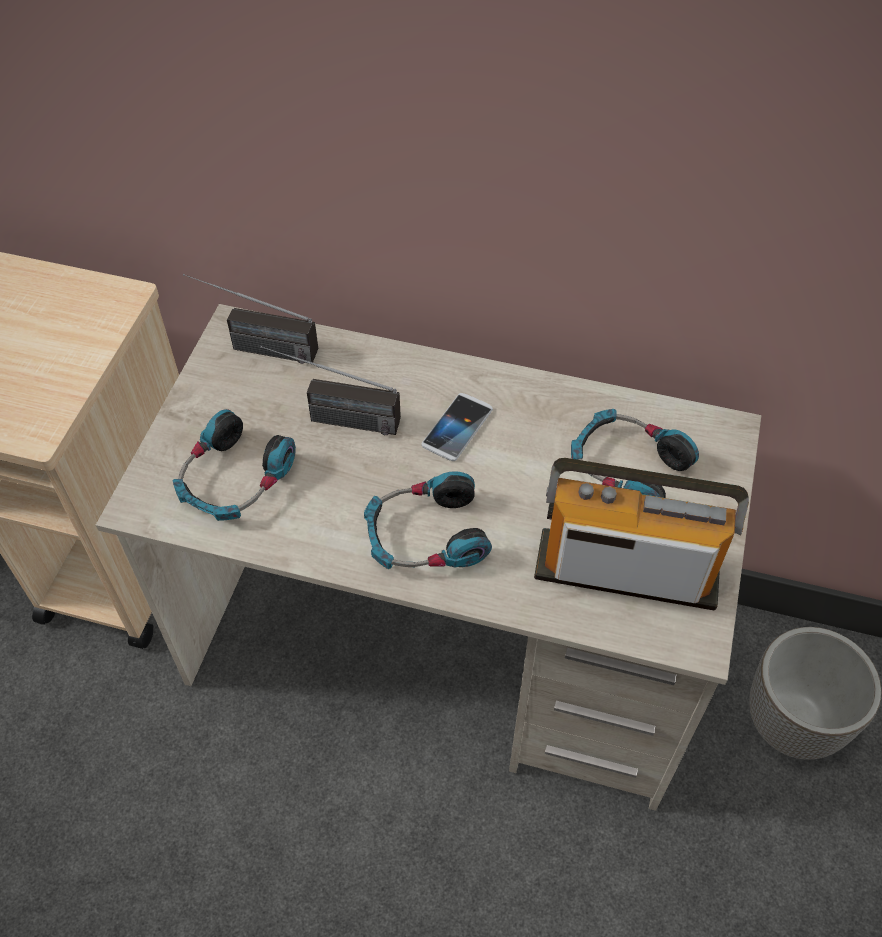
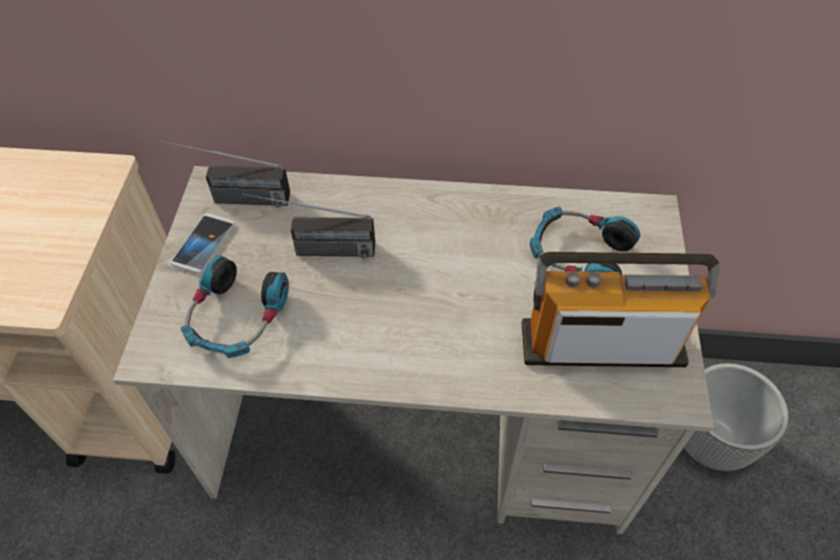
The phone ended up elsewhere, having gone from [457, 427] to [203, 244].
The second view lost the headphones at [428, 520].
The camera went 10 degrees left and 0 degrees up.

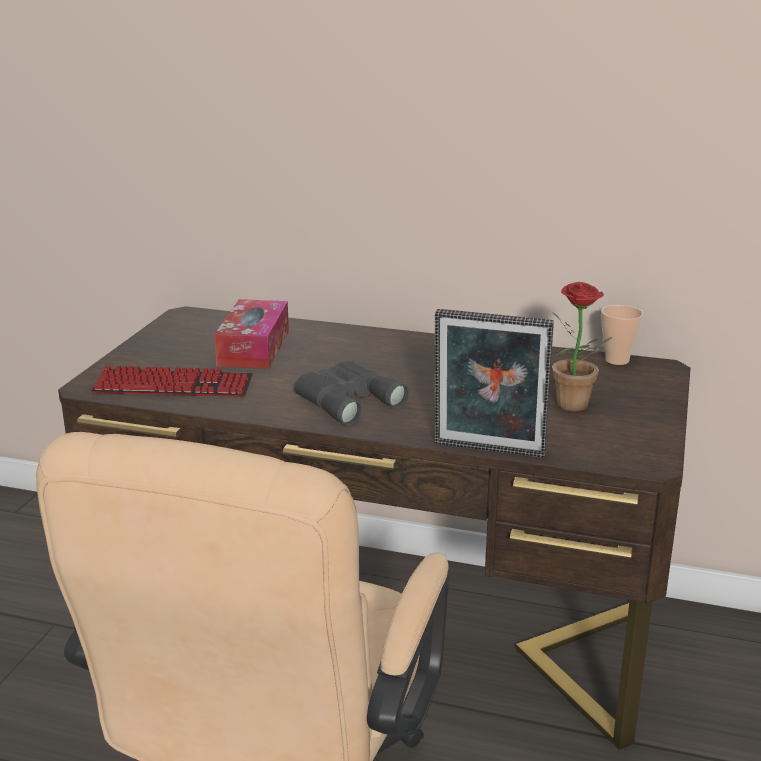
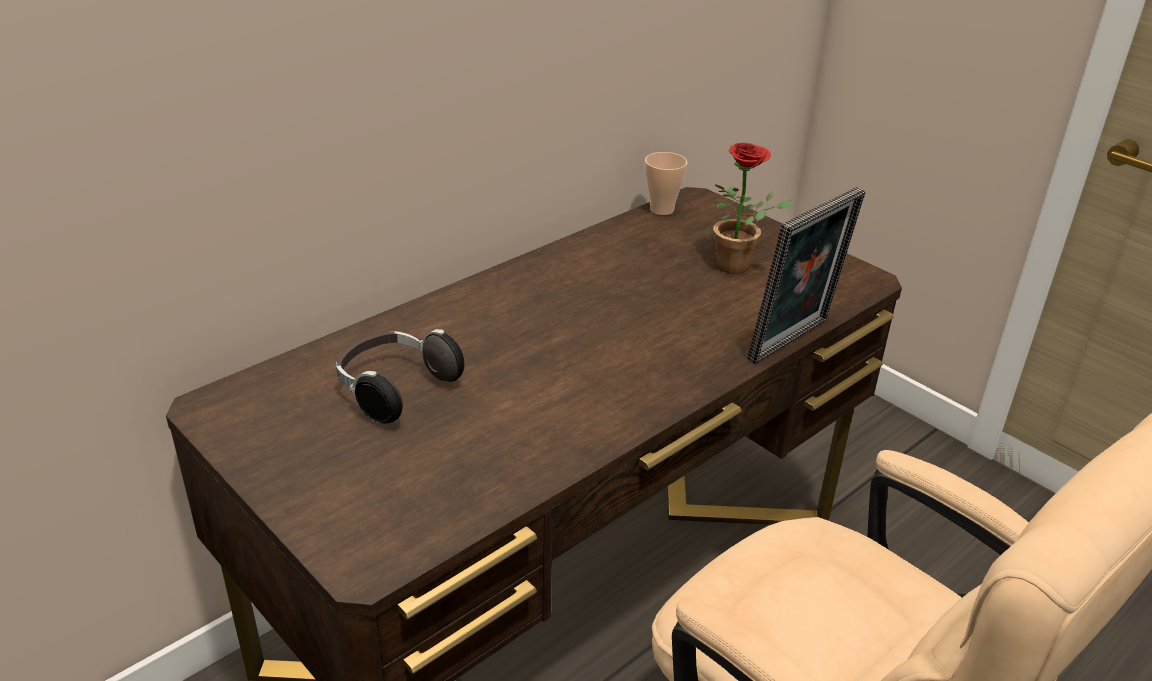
Where the tissue box stood at [251, 334], the headphones came to stand at [400, 376].
The second view lost the keyboard at [172, 381].
The second view lost the grey binoculars at [351, 393].
The camera went 60 degrees left and 10 degrees up.

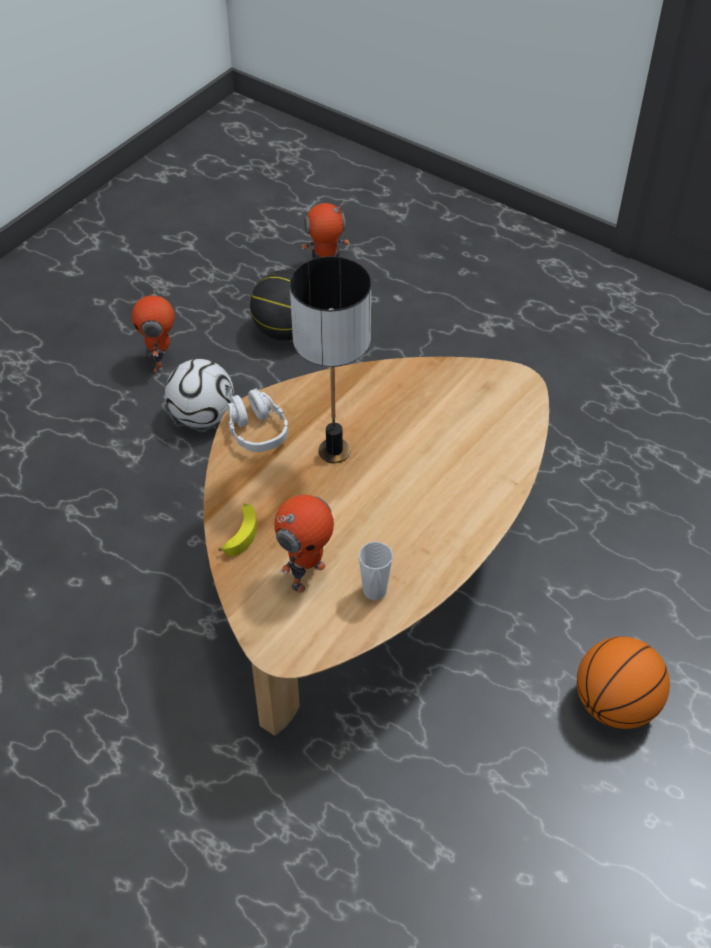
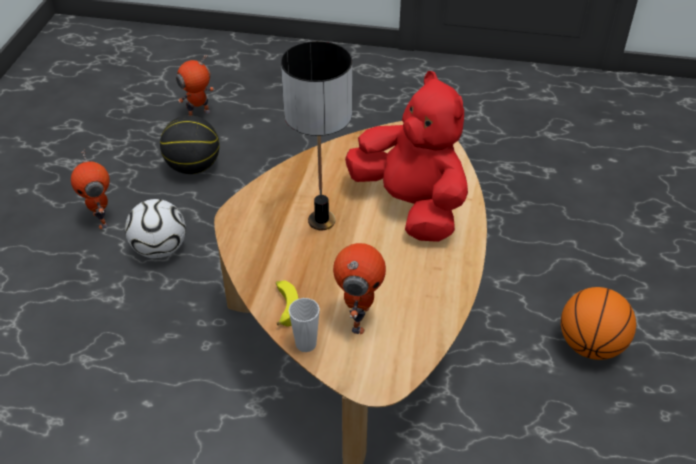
The cup ended up elsewhere, having gone from [376, 571] to [304, 325].
The second view gained the red plush toy at [406, 156].
The second view lost the grey headphones at [257, 420].
The camera went 25 degrees left and 5 degrees down.

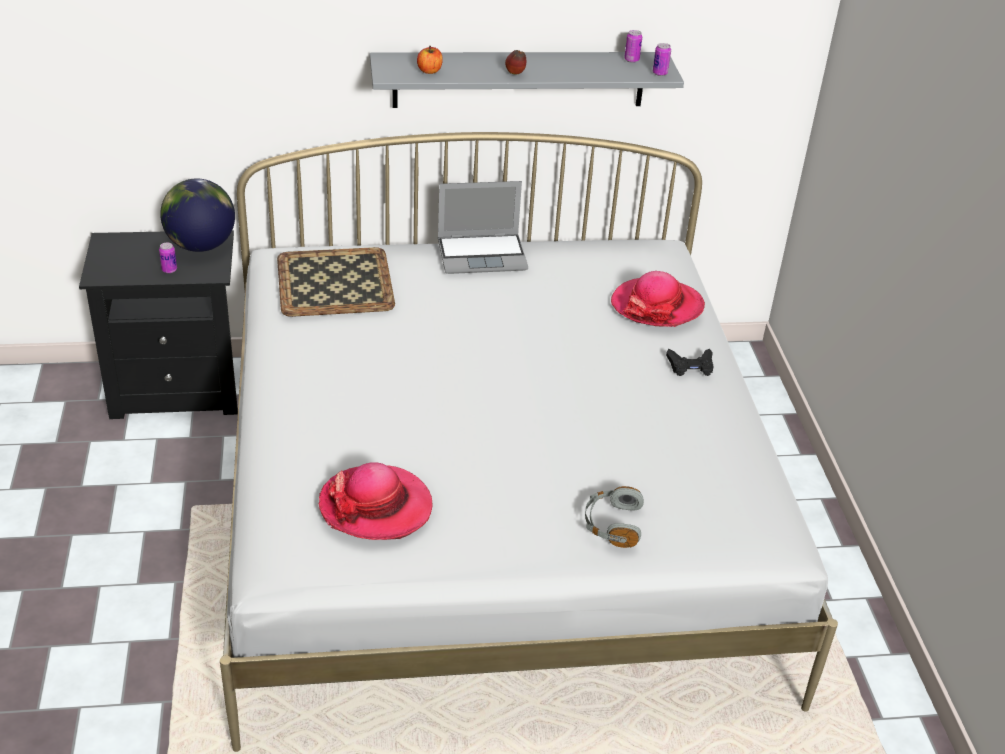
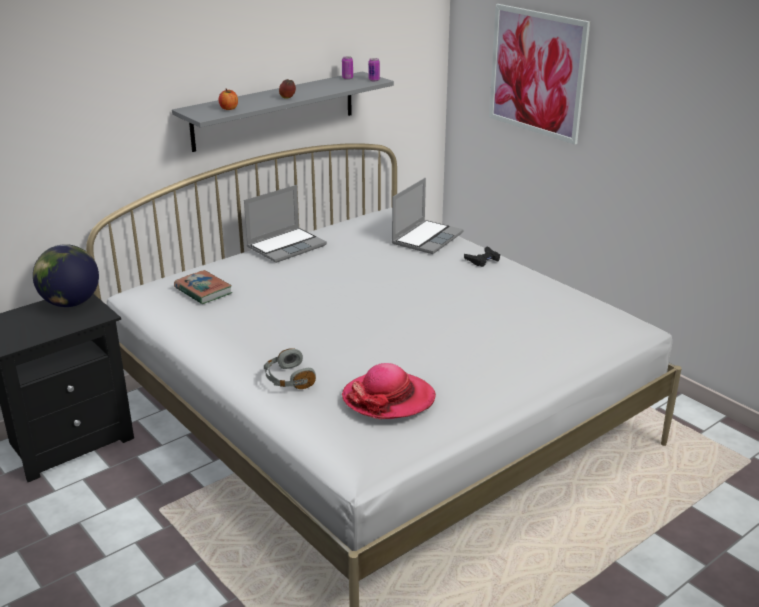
Where the tray stood at [336, 282], the book came to stand at [203, 287].
The grey headphones ended up elsewhere, having gone from [614, 517] to [290, 368].
Where the hat stood at [658, 299], the laptop came to stand at [428, 216].
The second view gained the picture at [539, 74].
The second view lost the can at [168, 257].
The camera went 30 degrees left and 10 degrees down.

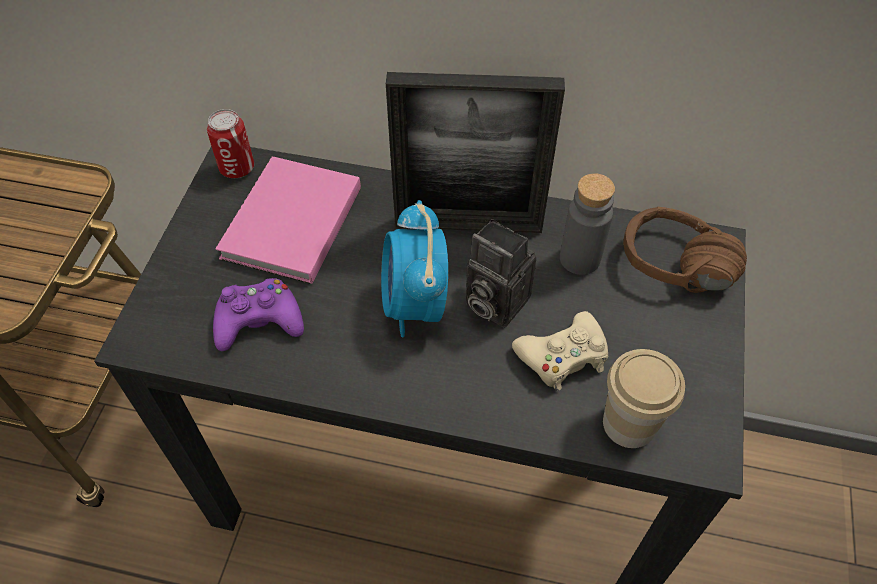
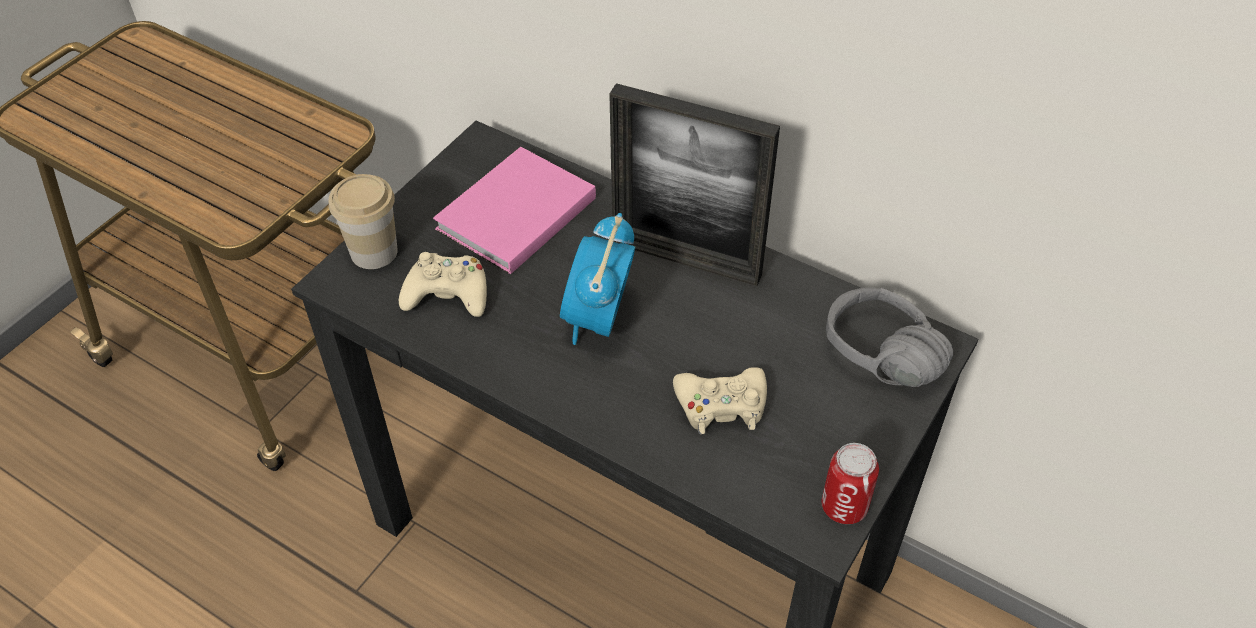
The cup ended up elsewhere, having gone from [644, 398] to [363, 221].
What was the purple game controller at [258, 314] turned into the beige game controller at [443, 284].
The can ended up elsewhere, having gone from [230, 143] to [850, 483].
What was the brown headphones at [685, 250] turned into the grey headphones at [889, 337].
The second view lost the photo camera at [501, 273].
The second view lost the grey bottle at [587, 224].
The camera went 20 degrees right and 5 degrees down.

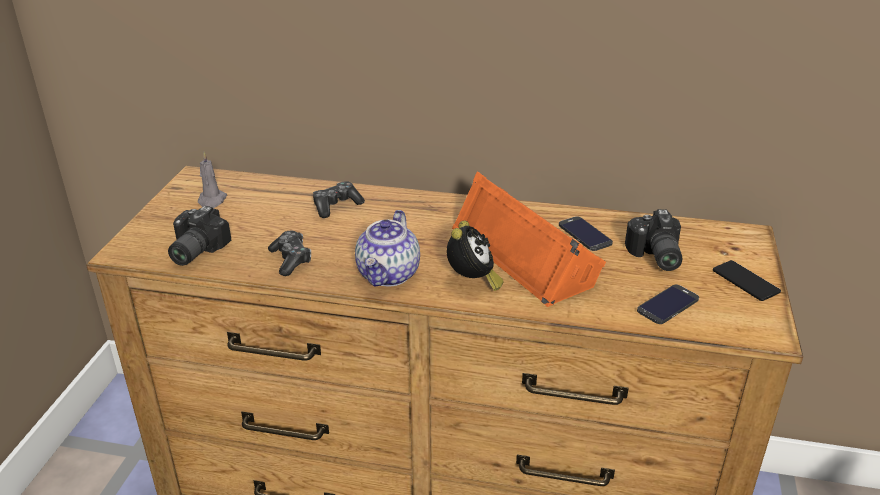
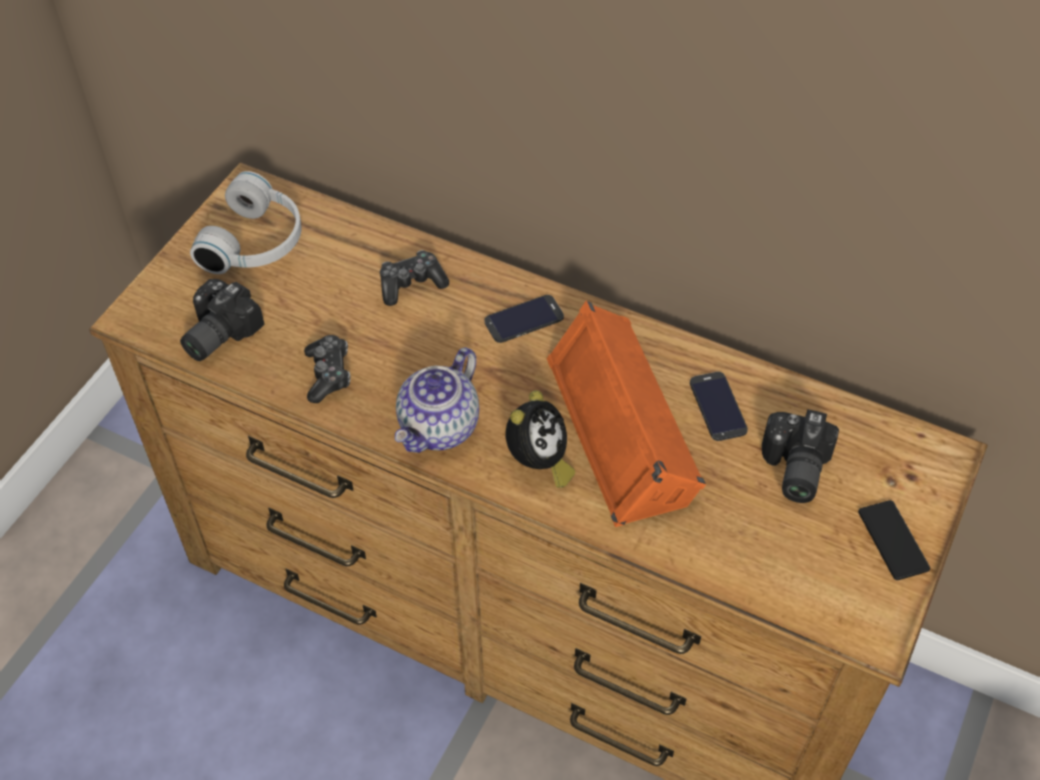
Where the grey candle stood at [212, 180], the white headphones came to stand at [246, 222].
The phone ended up elsewhere, having gone from [668, 304] to [524, 319].
The camera went 15 degrees right and 20 degrees up.

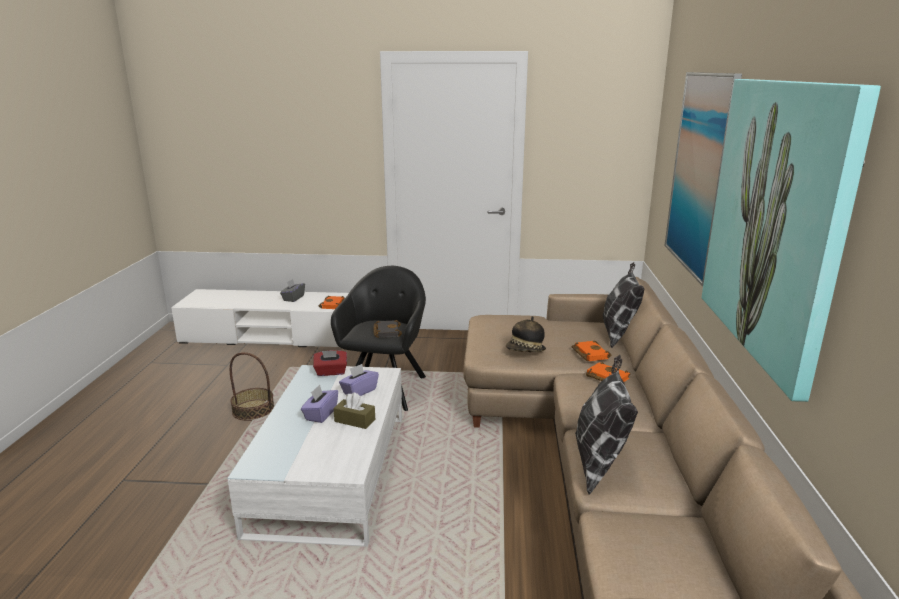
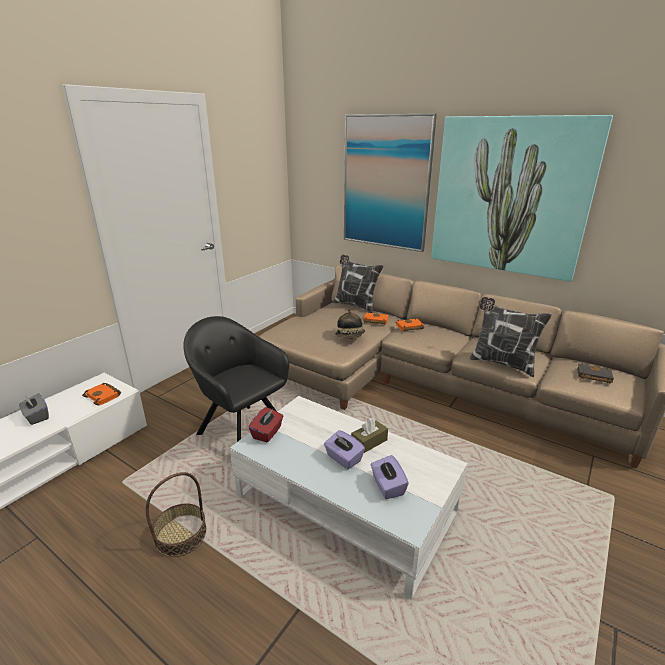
The purple tissue box ended up elsewhere, having gone from [359, 380] to [390, 477].
The black book ended up elsewhere, having gone from [388, 329] to [595, 373].
The camera went 60 degrees left and 5 degrees up.

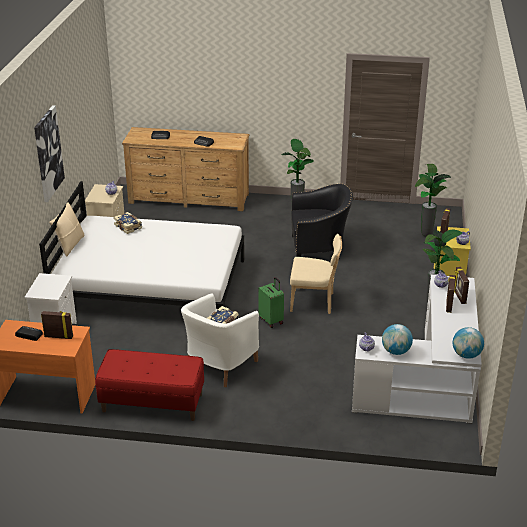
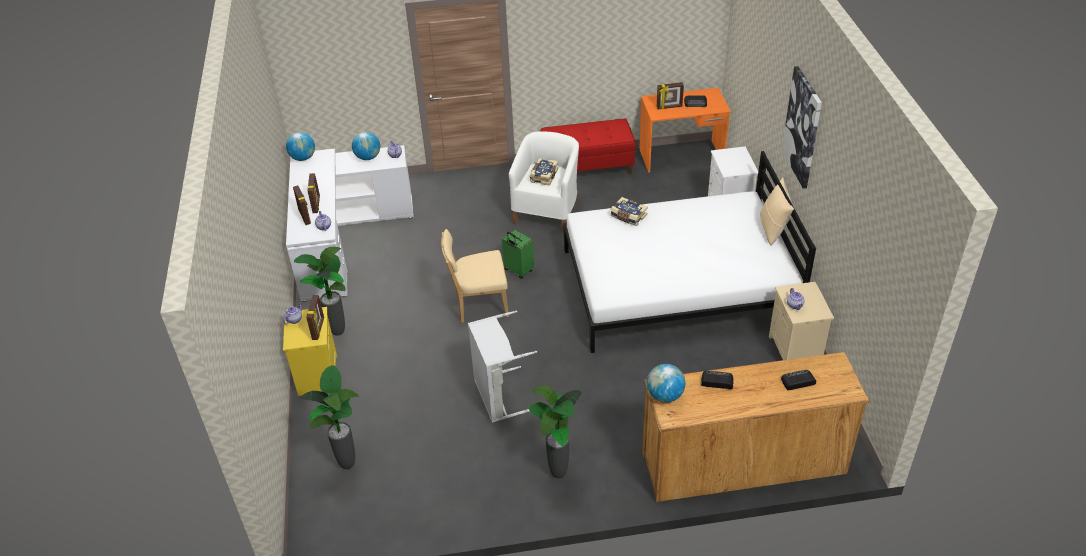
Where the black armchair stood at [322, 221], the grey laundry basket came to stand at [502, 366].
The book ended up elsewhere, having gone from [127, 223] to [629, 211].
The second view gained the globe at [666, 383].
The camera went 165 degrees right and 10 degrees up.

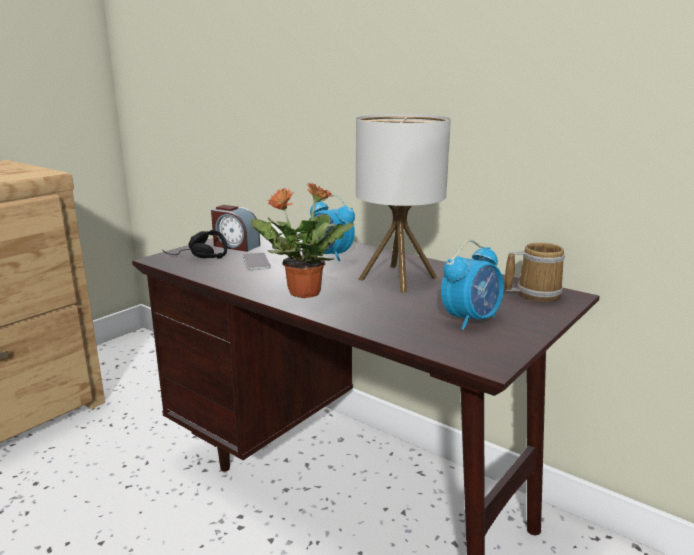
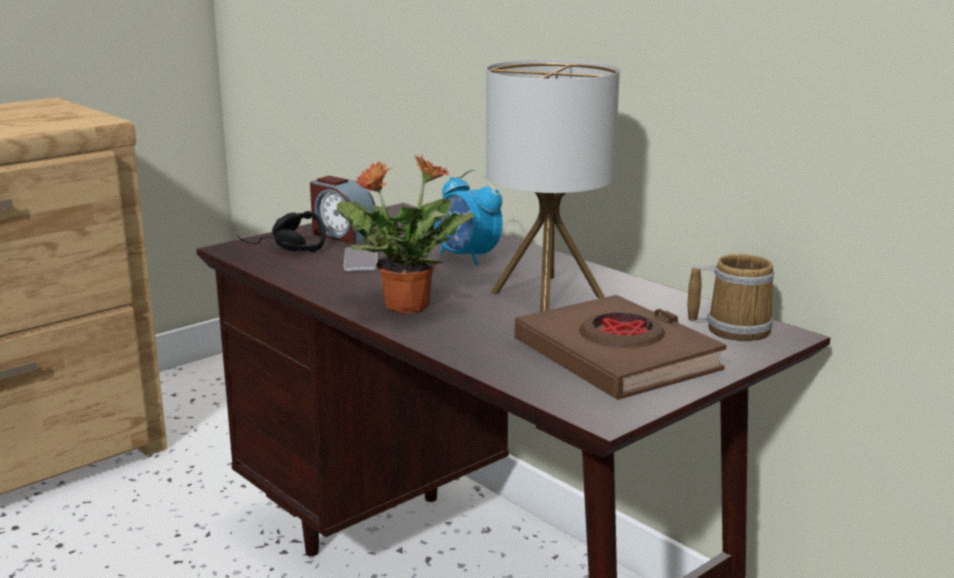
Where the alarm clock stood at [472, 285], the brown book came to stand at [621, 347].
The camera went 10 degrees right and 0 degrees up.

